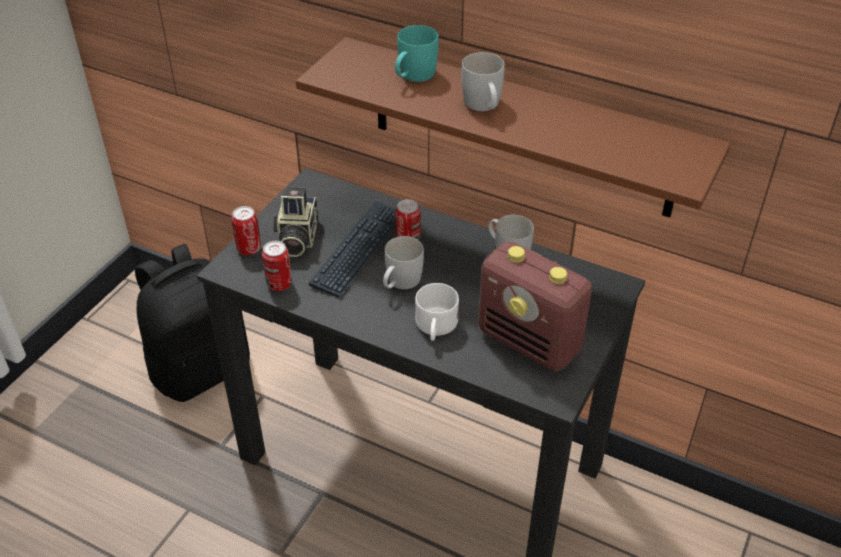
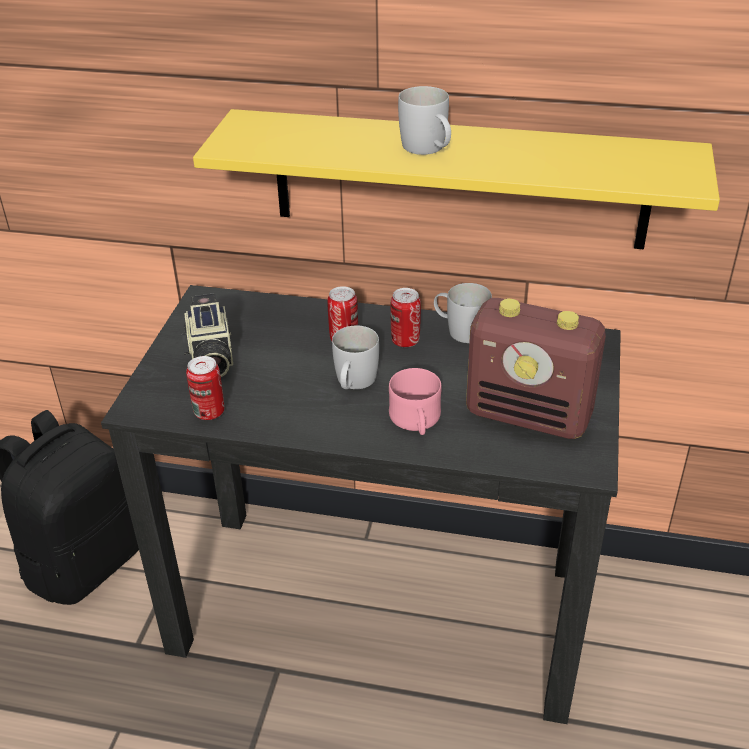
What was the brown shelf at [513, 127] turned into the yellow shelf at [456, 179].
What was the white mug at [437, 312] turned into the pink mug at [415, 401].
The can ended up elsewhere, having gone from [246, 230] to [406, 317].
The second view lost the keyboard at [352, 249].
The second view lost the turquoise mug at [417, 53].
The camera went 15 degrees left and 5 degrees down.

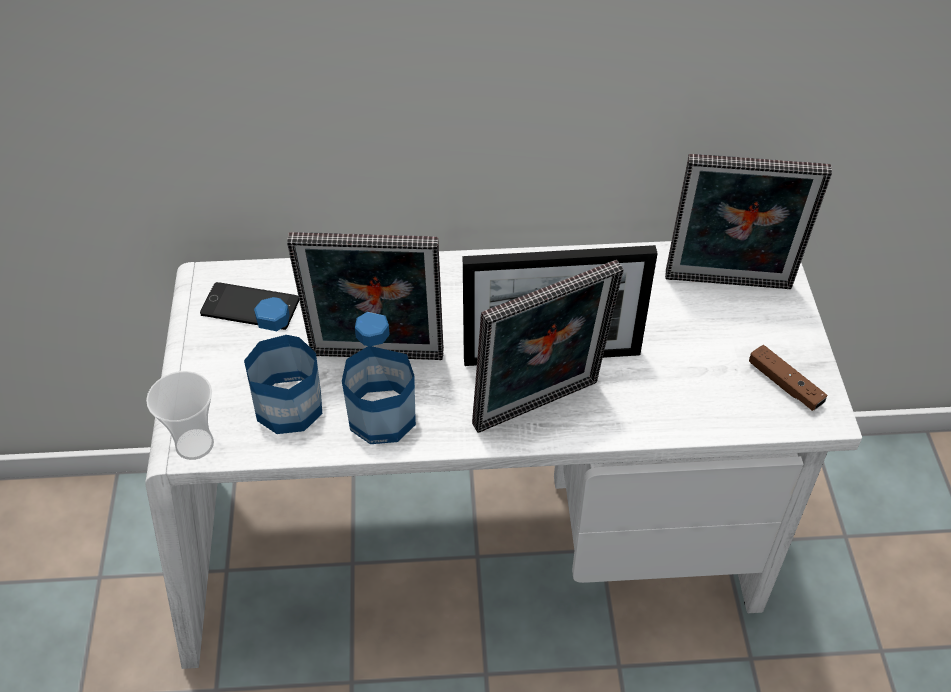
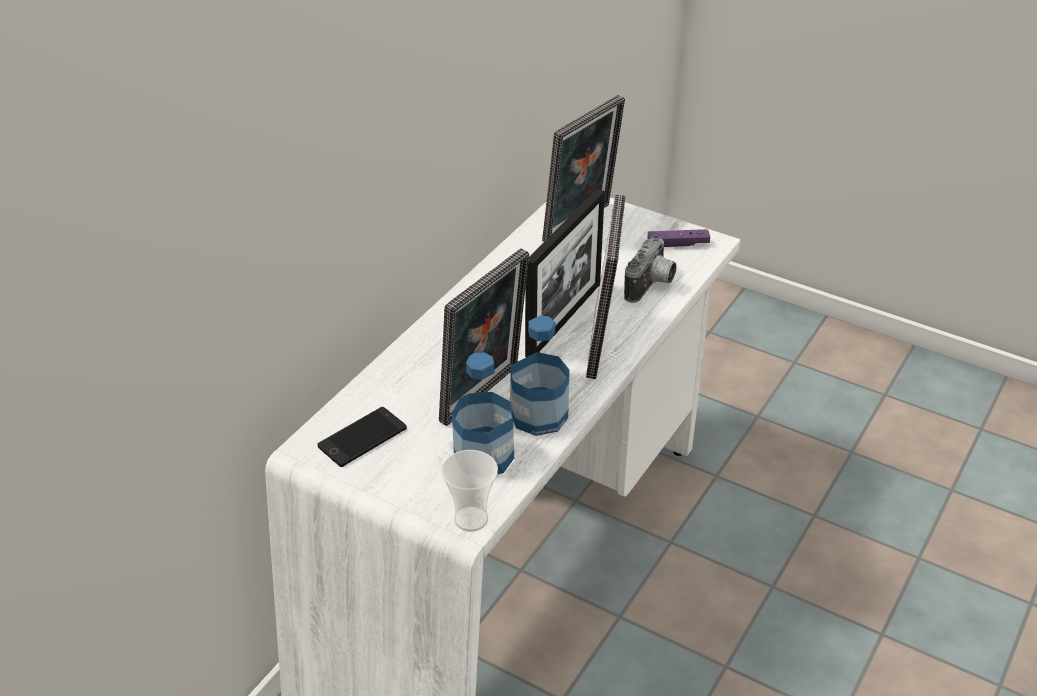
The second view gained the photo camera at [650, 269].
What was the brown game controller at [788, 378] turned into the purple game controller at [679, 238].
The camera went 55 degrees left and 10 degrees down.

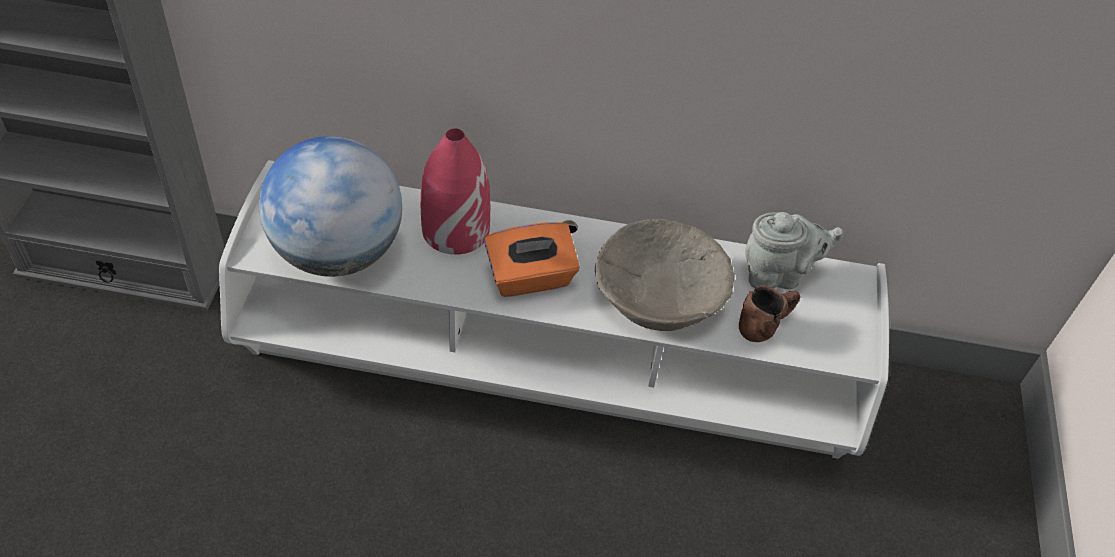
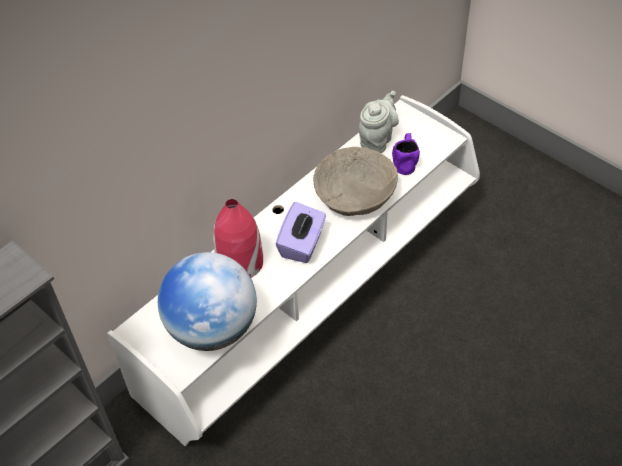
What was the orange tissue box at [532, 259] turned into the purple tissue box at [301, 232].
What was the brown mug at [769, 313] turned into the purple mug at [406, 154].
The camera went 50 degrees left and 0 degrees up.

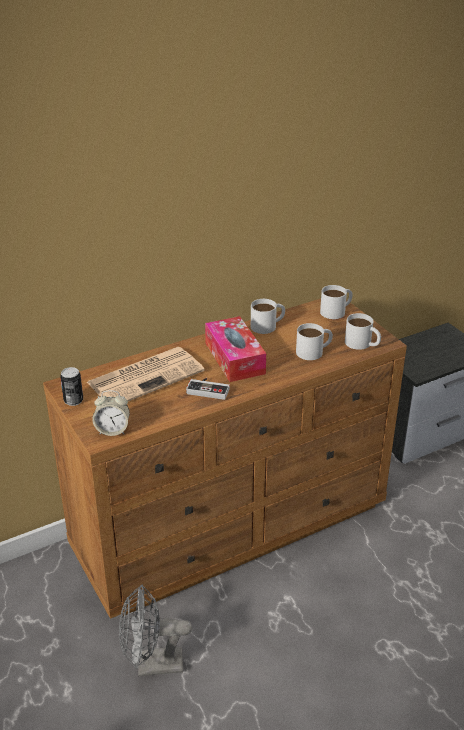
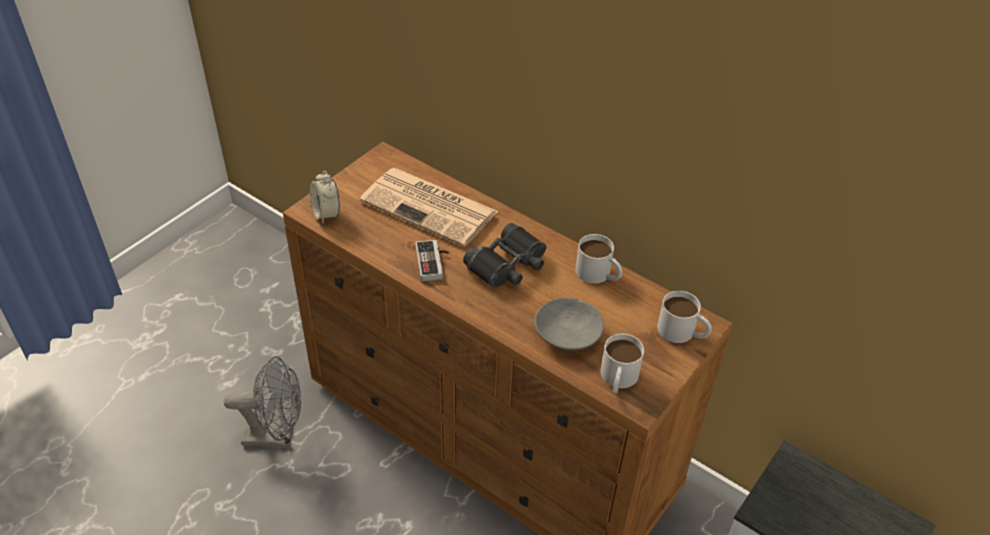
The grey fan at [155, 630] ended up facing another way, 120 degrees clockwise from before.
Where the tissue box stood at [235, 349], the black binoculars came to stand at [505, 255].
Where the white mug stood at [314, 341], the grey bowl came to stand at [569, 324].
The second view lost the can at [71, 386].
The camera went 65 degrees right and 10 degrees up.

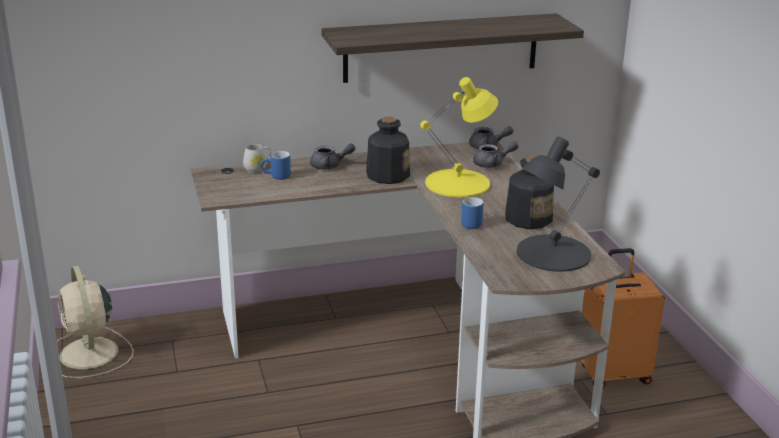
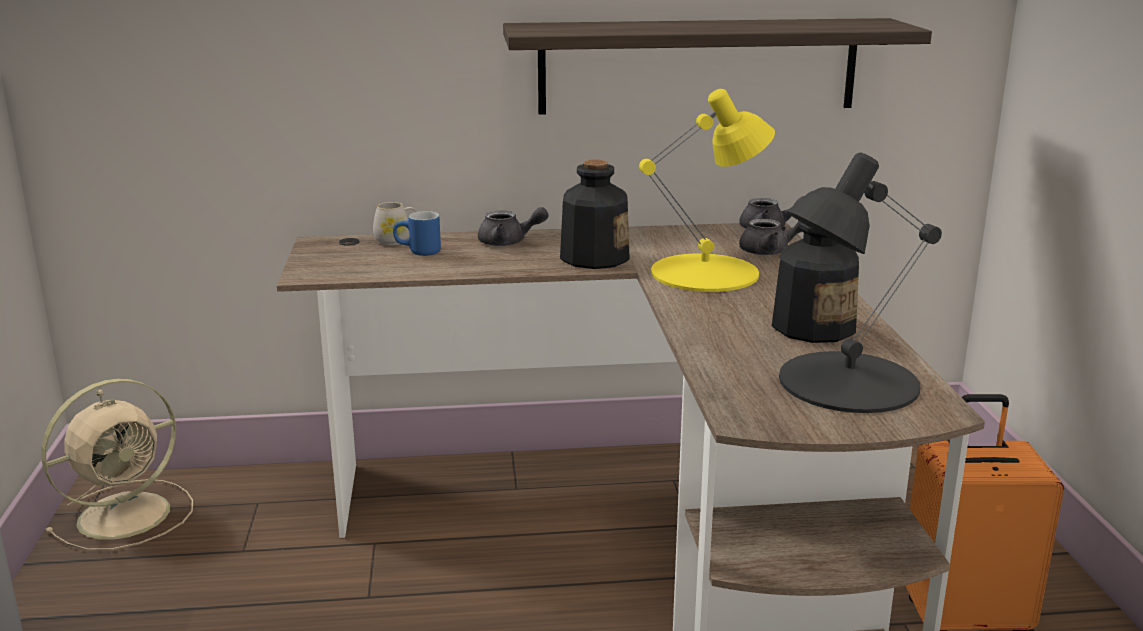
The beige fan at [95, 321] ended up facing another way, 120 degrees counterclockwise from before.
The second view lost the blue mug at [472, 213].
The camera went 10 degrees right and 5 degrees down.

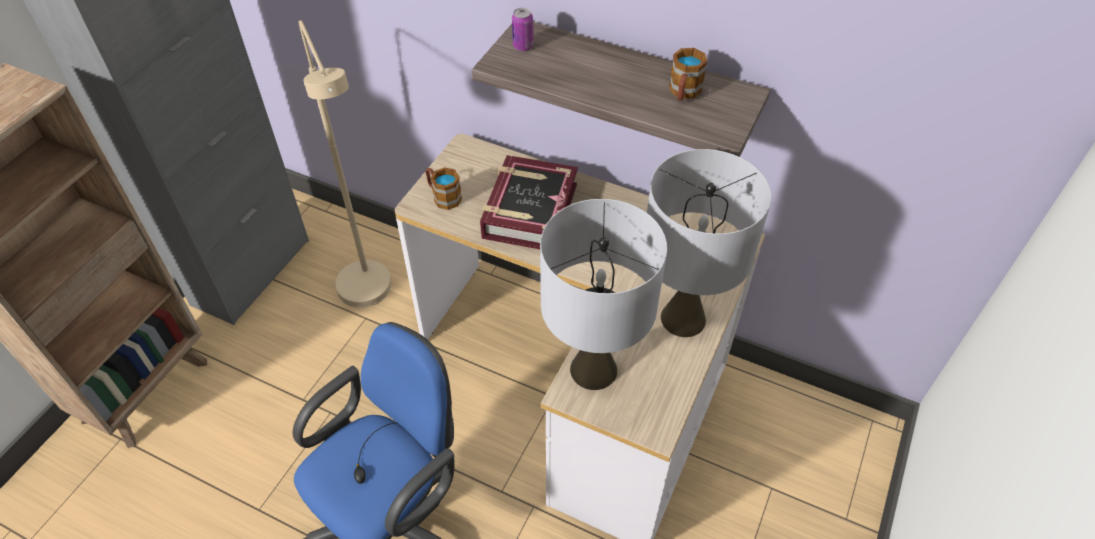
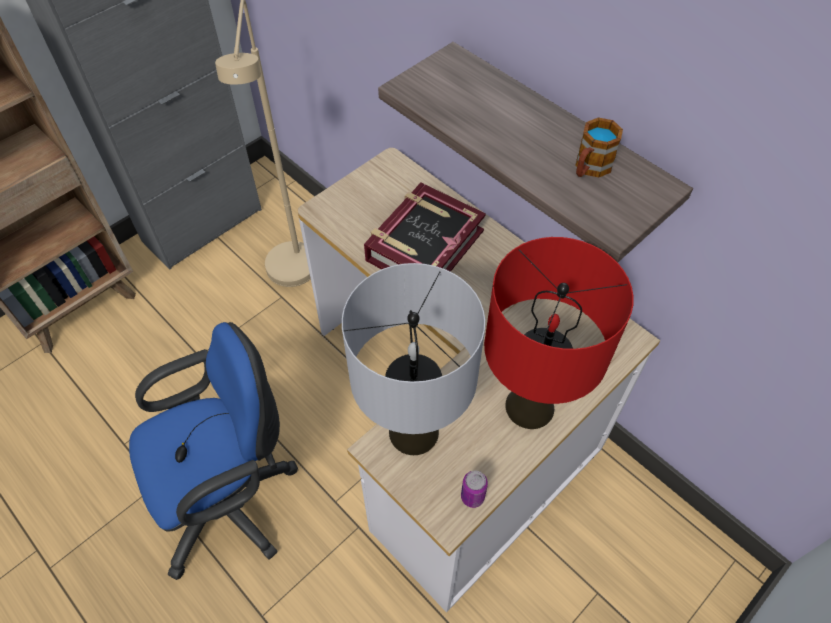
The can ended up elsewhere, having gone from [522, 29] to [474, 489].
What was the grey table lamp at [709, 243] turned into the red table lamp at [559, 333].
The second view lost the mug at [444, 188].
The camera went 20 degrees right and 5 degrees up.

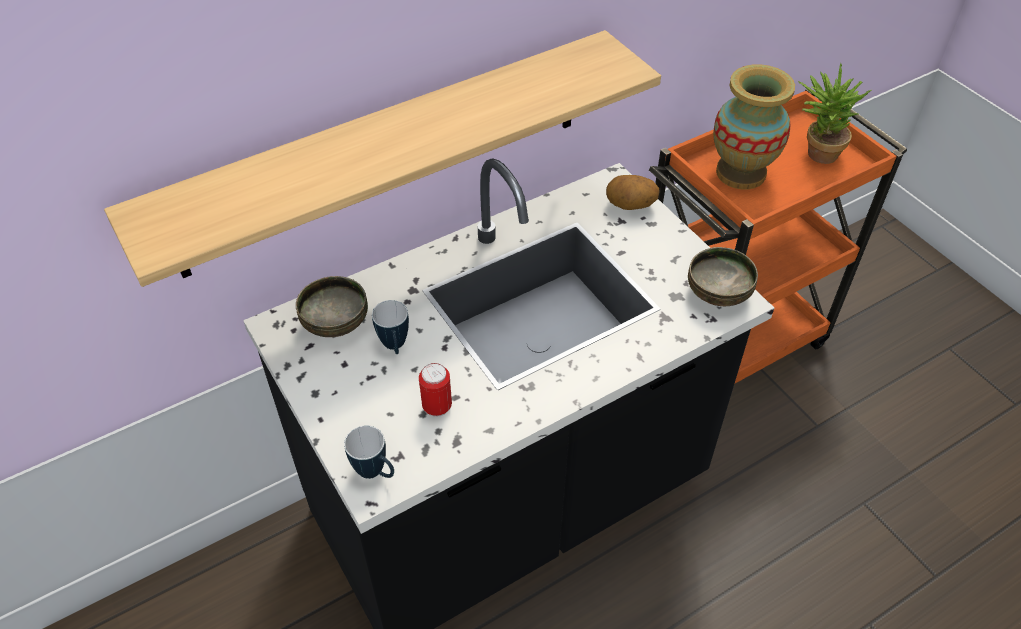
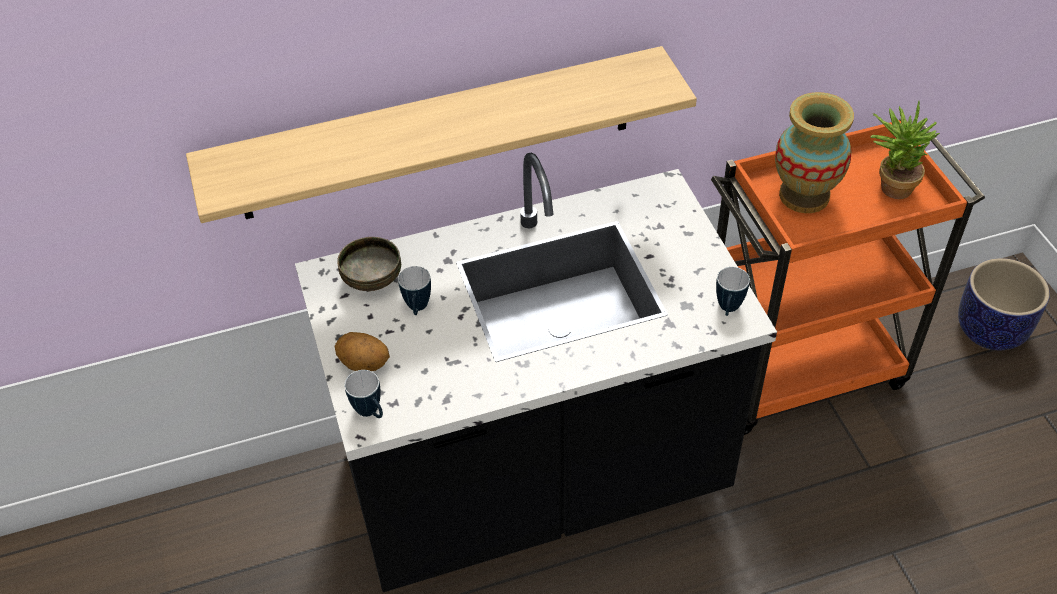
The potato ended up elsewhere, having gone from [632, 192] to [362, 351].
Where the bowl stood at [723, 276], the mug came to stand at [733, 291].
The second view gained the planter at [1004, 304].
The second view lost the can at [435, 390].
The camera went 15 degrees right and 0 degrees up.

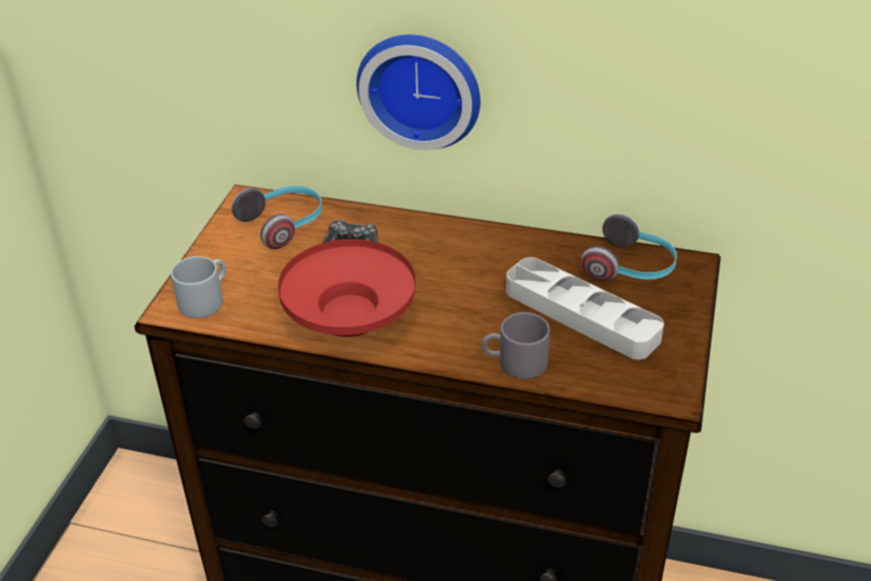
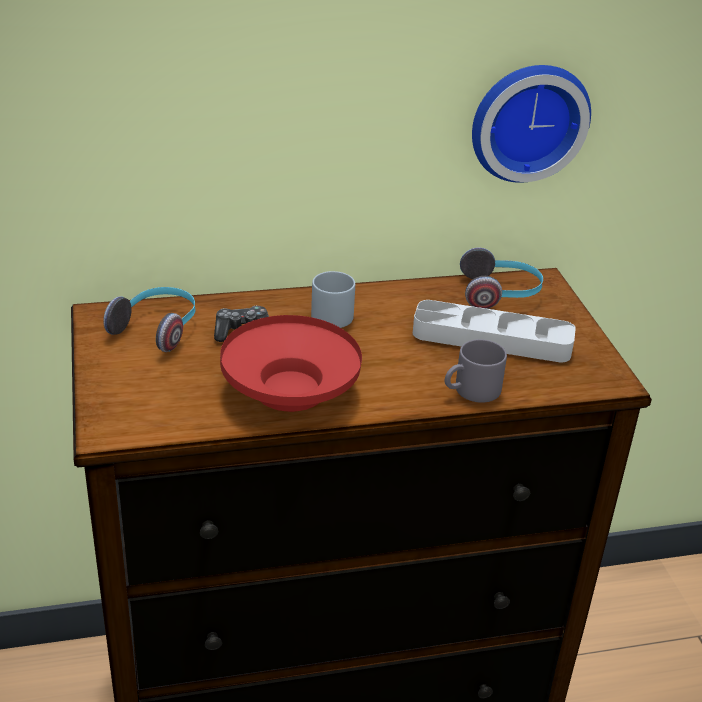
The grey mug ended up elsewhere, having gone from [198, 287] to [333, 299].
The wall clock ended up elsewhere, having gone from [418, 92] to [531, 124].
The camera went 30 degrees left and 5 degrees down.

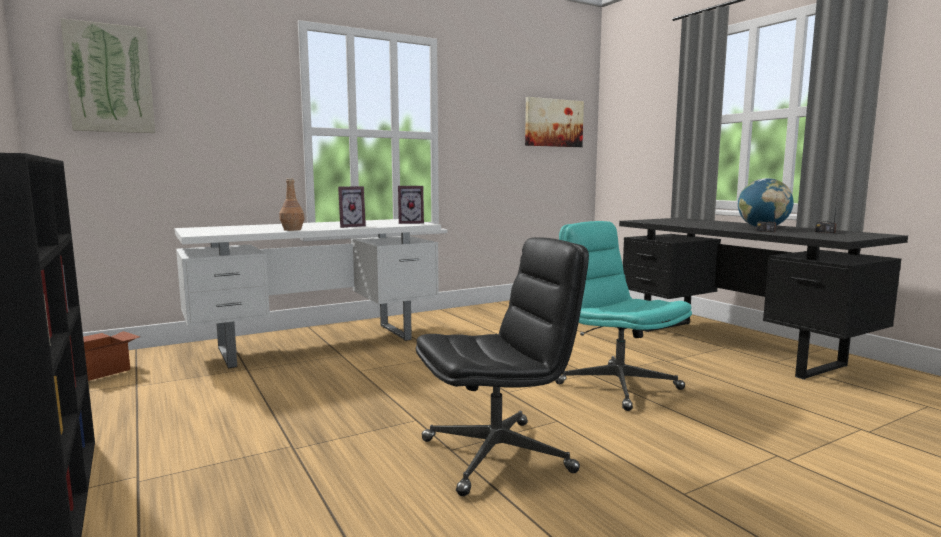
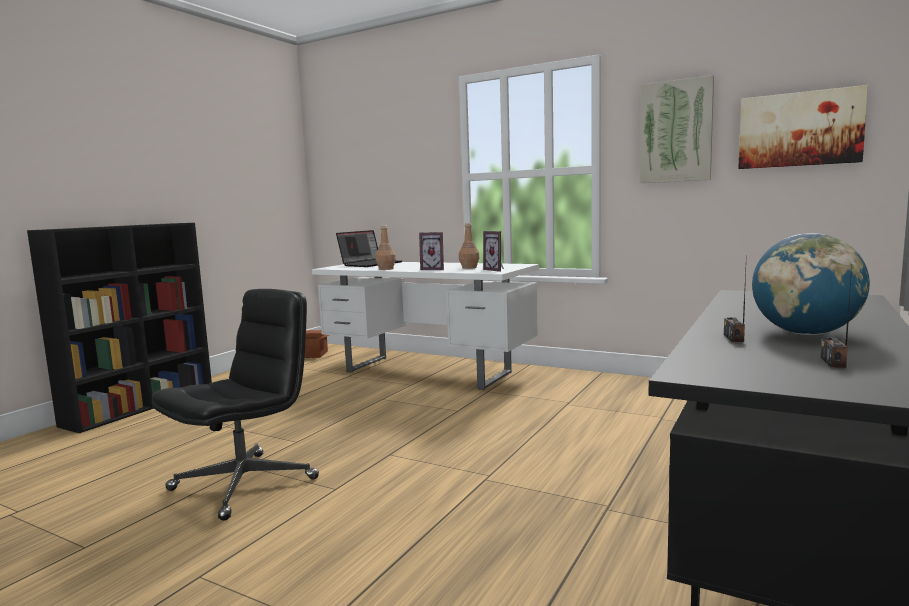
The black office chair at [502, 366] ended up facing another way, 90 degrees counterclockwise from before.
The second view gained the laptop at [369, 248].
The second view gained the brown bottle at [469, 246].
The picture ended up elsewhere, having gone from [107, 75] to [677, 129].
The second view lost the turquoise office chair at [623, 316].
The camera went 60 degrees right and 0 degrees up.

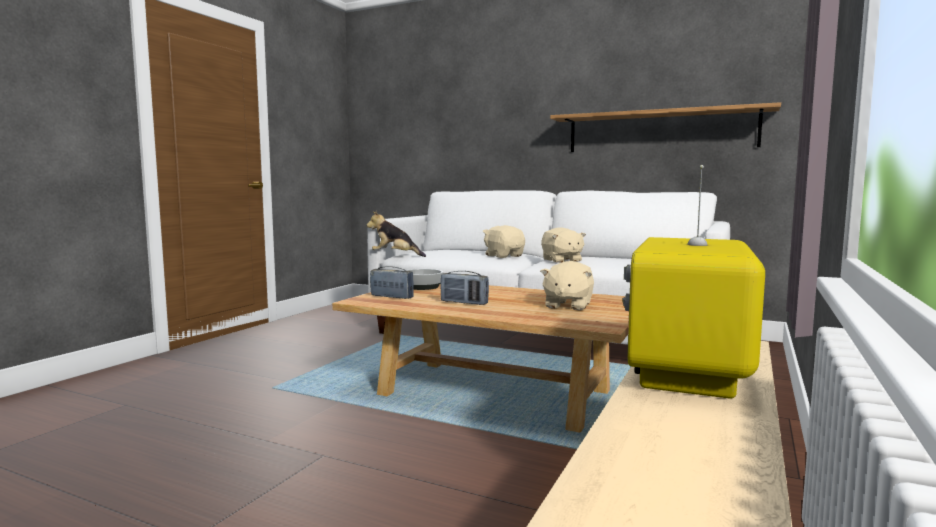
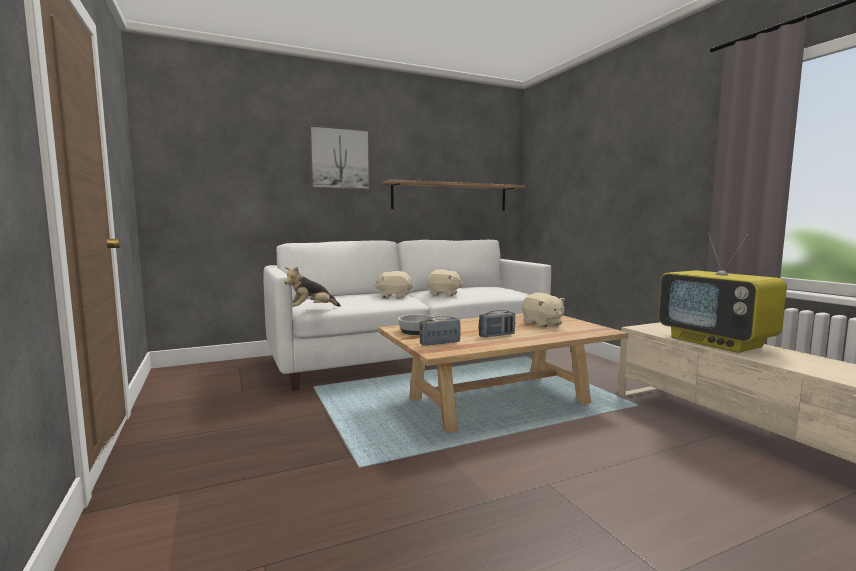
The second view gained the picture at [339, 157].
The camera went 50 degrees left and 0 degrees up.

